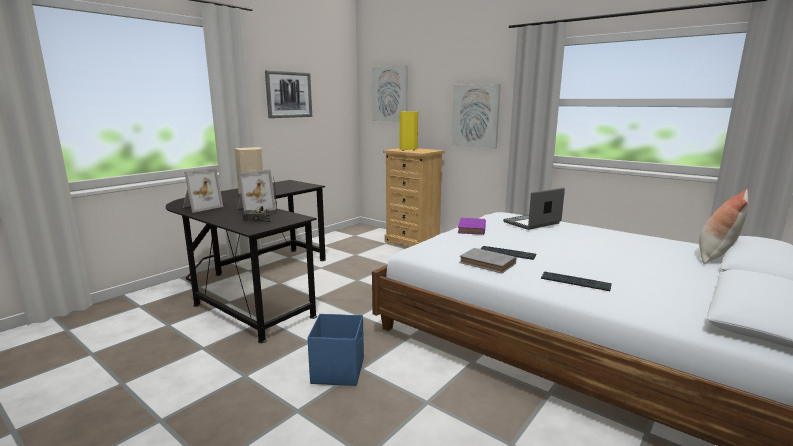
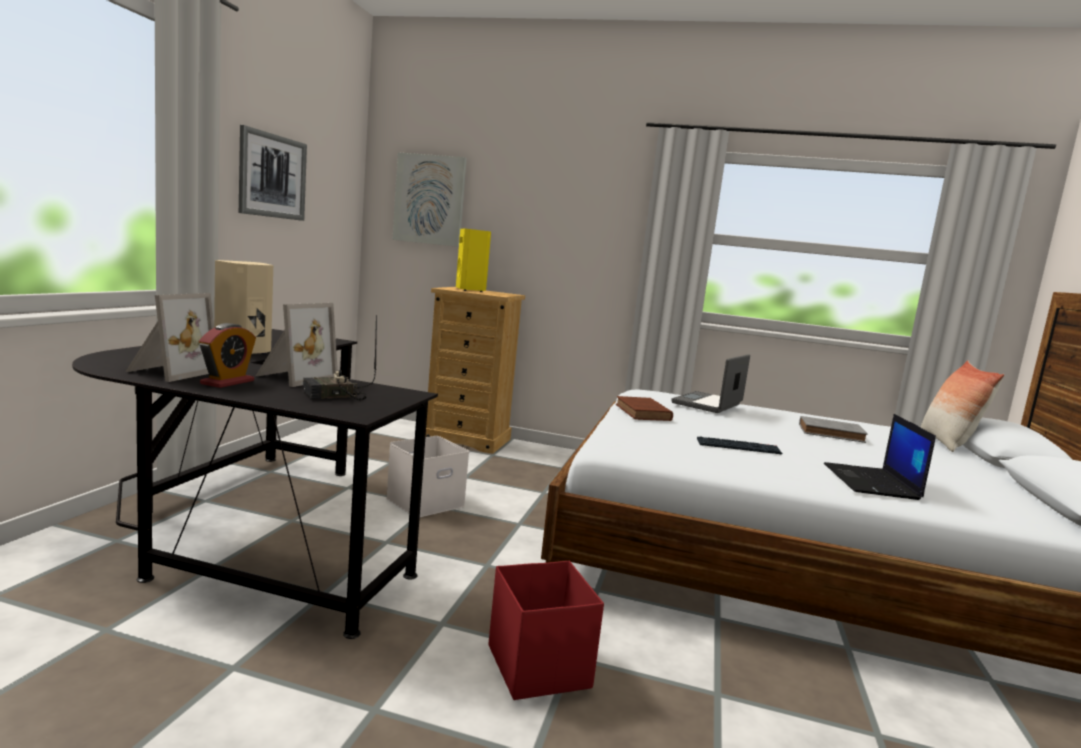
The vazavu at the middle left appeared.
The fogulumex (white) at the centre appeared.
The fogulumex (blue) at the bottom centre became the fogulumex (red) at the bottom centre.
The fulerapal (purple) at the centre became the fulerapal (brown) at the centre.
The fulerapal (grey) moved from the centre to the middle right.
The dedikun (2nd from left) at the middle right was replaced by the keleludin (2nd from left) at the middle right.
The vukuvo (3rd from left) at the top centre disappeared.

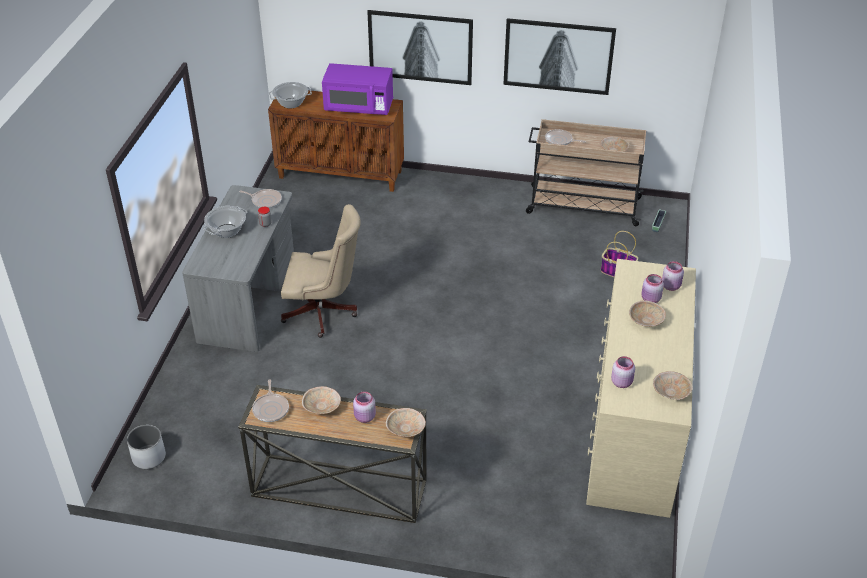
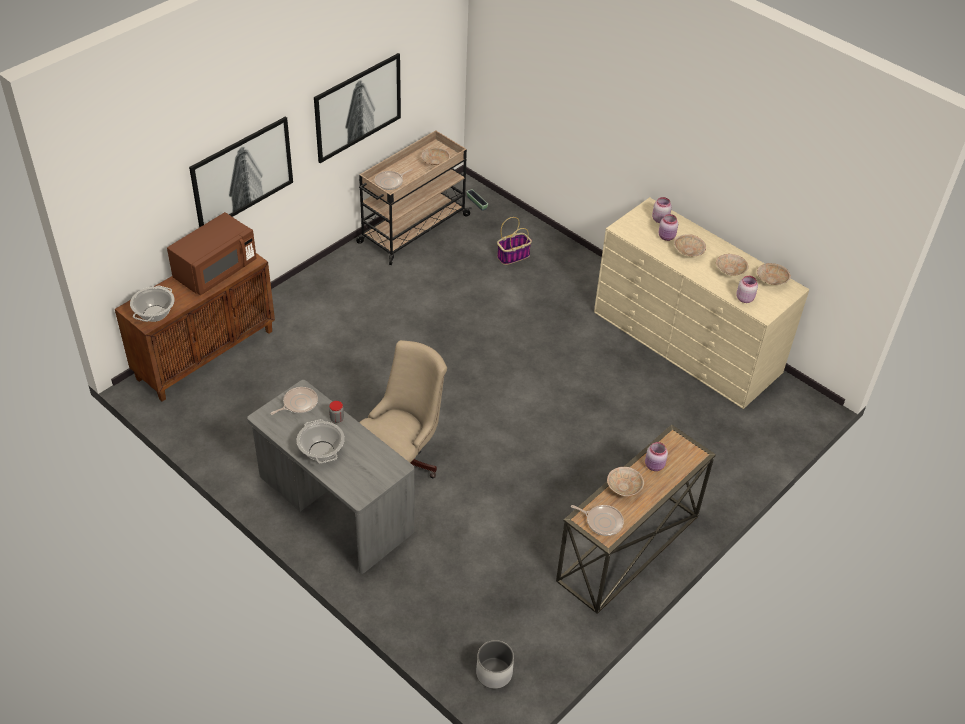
The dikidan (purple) at the top centre became the dikidan (brown) at the middle left.
The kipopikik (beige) (2nd from left in the first image) moved from the bottom centre to the middle right.

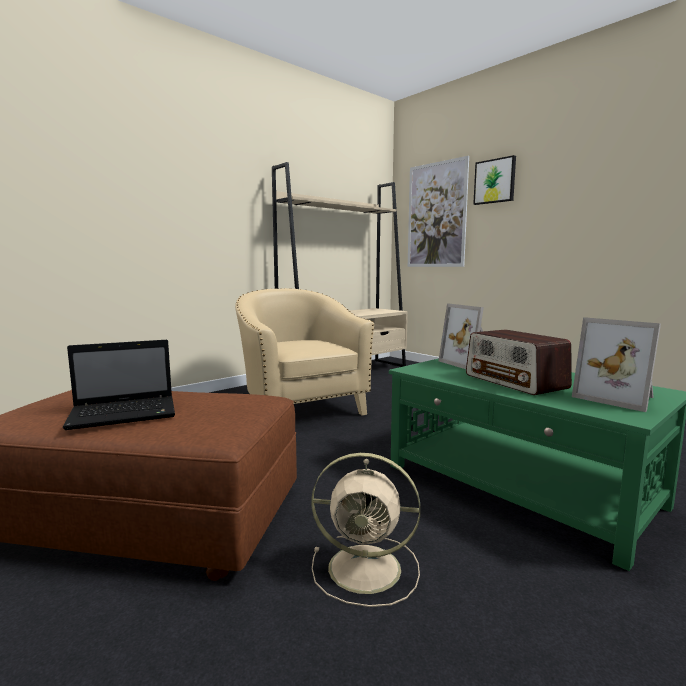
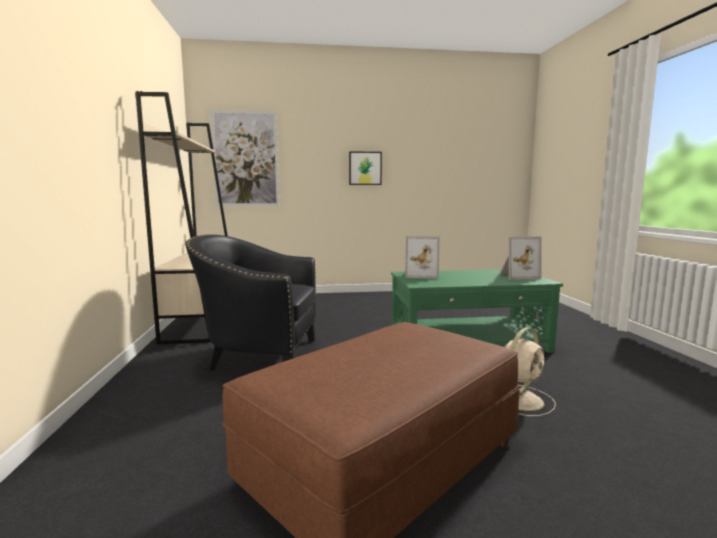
The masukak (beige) at the centre became the masukak (black) at the centre.
The vukuvo (2nd from left) moved from the top right to the top centre.
The keleludin at the middle left disappeared.
The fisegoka at the middle right disappeared.

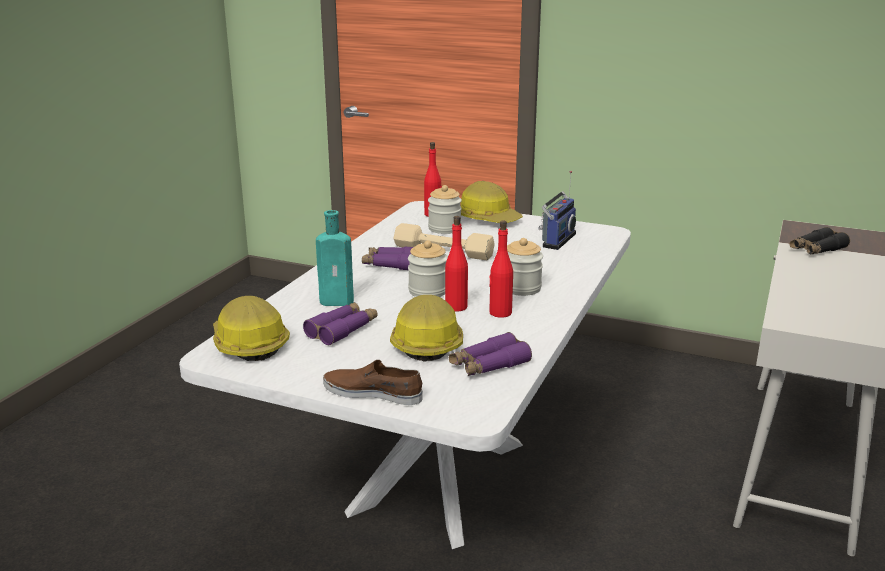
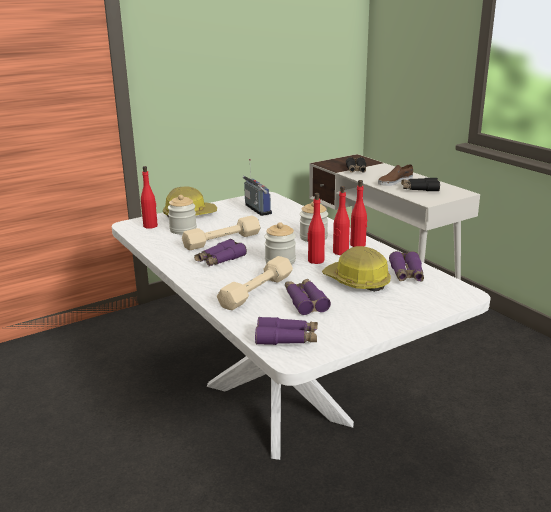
The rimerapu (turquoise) at the centre was replaced by the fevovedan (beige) (2nd from left) at the centre.
The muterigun (1st from left) at the middle left was replaced by the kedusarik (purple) (2nd from left) at the centre.
The rimerapu (red) (4th from left) at the centre appeared.
The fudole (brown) moved from the bottom centre to the middle right.
The kedusarik (black) (2nd from left) at the middle right appeared.

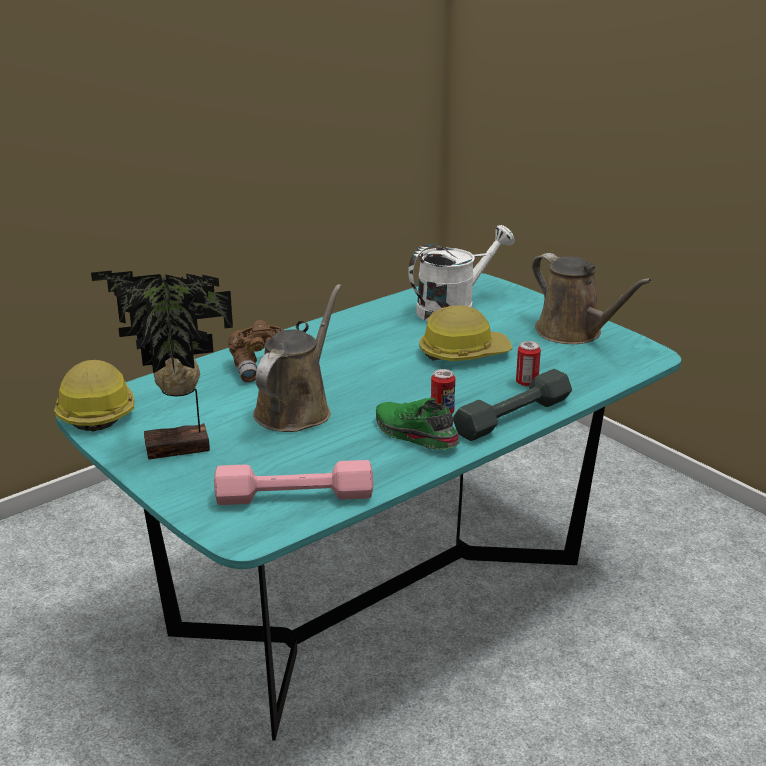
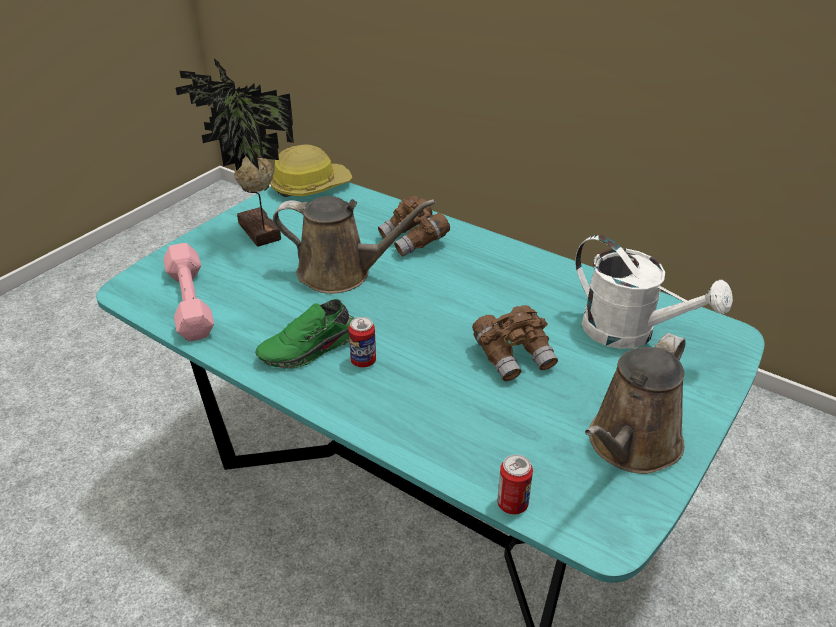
The fudole (green) at the centre turned 150 degrees counterclockwise.
The muterigun (2nd from left) at the centre was replaced by the kedusarik (brown) (2nd from left) at the centre.
The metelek (2nd from left) moved from the middle right to the bottom centre.
The fevovedan (grey) at the middle right disappeared.

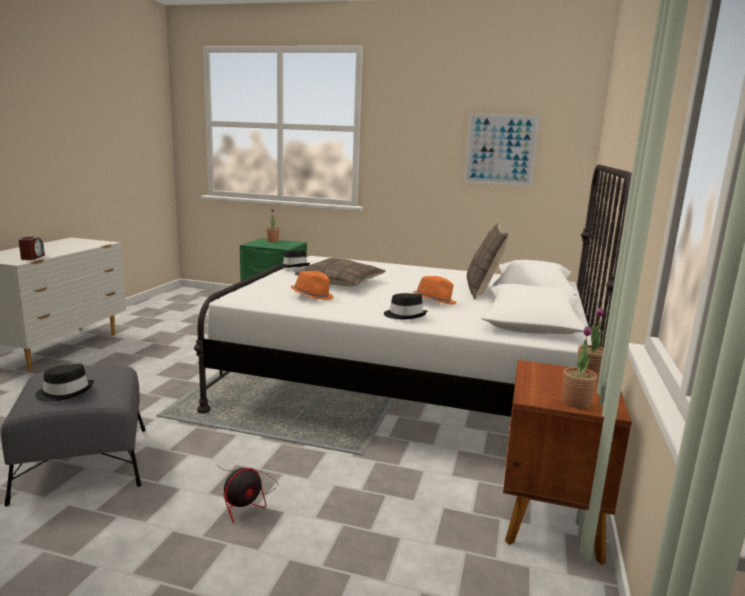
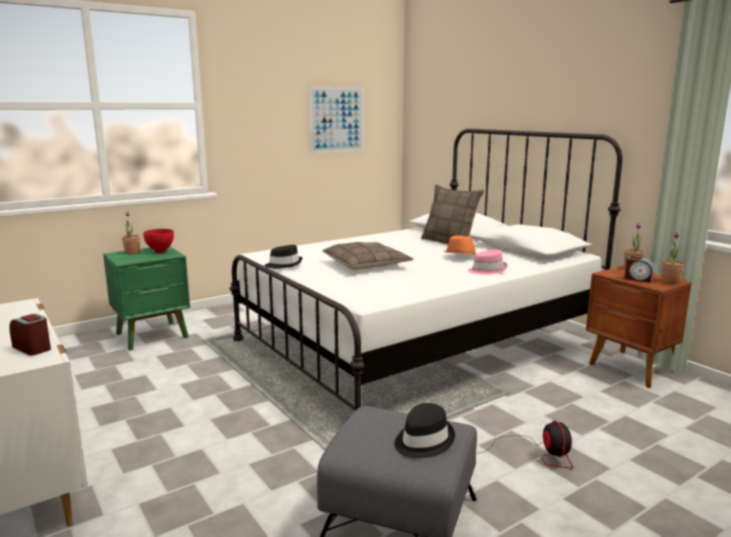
The kipopikik (red) at the middle left appeared.
The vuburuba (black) (3rd from left) at the centre became the vuburuba (pink) at the centre.
The vazavu (2nd from left) at the middle right appeared.
The vuburuba (orange) (1st from left) at the centre disappeared.

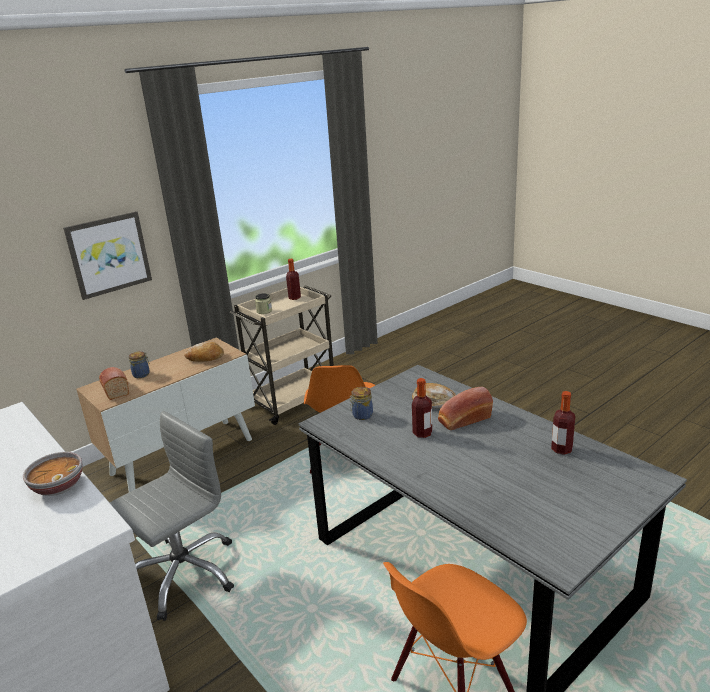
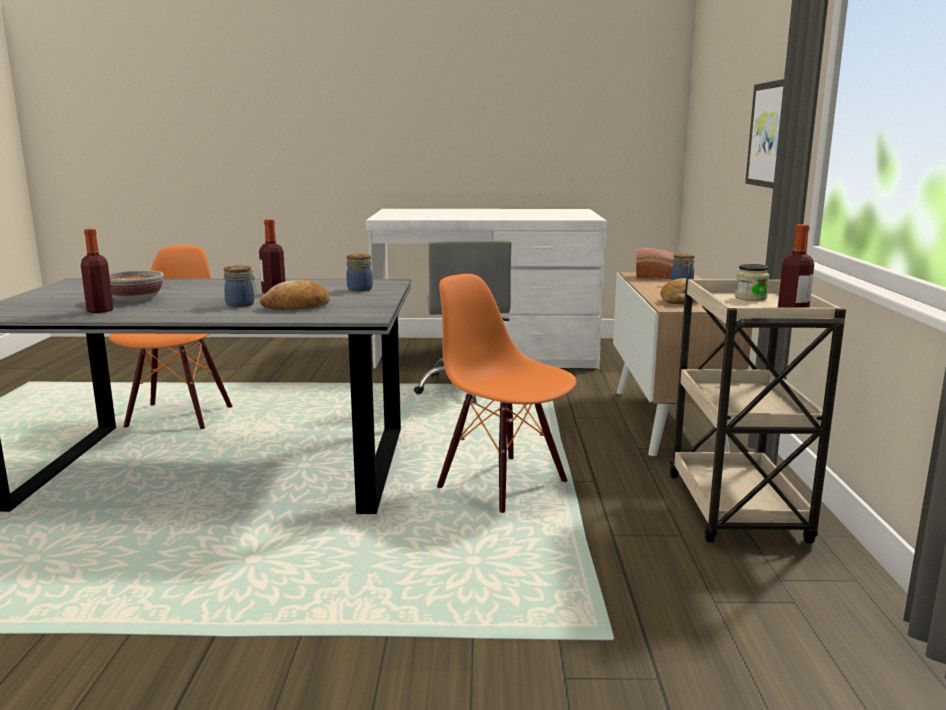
The kipopikik moved from the bottom left to the middle left.
The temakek (4th from left) at the centre was replaced by the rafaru (1st from left) at the middle left.

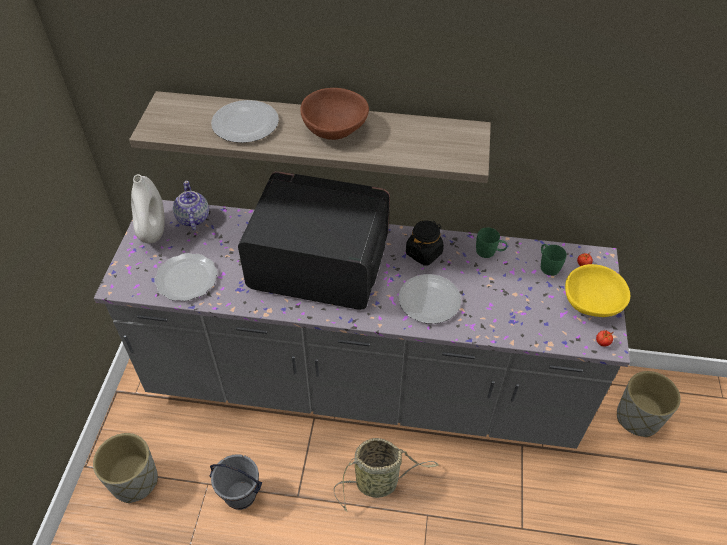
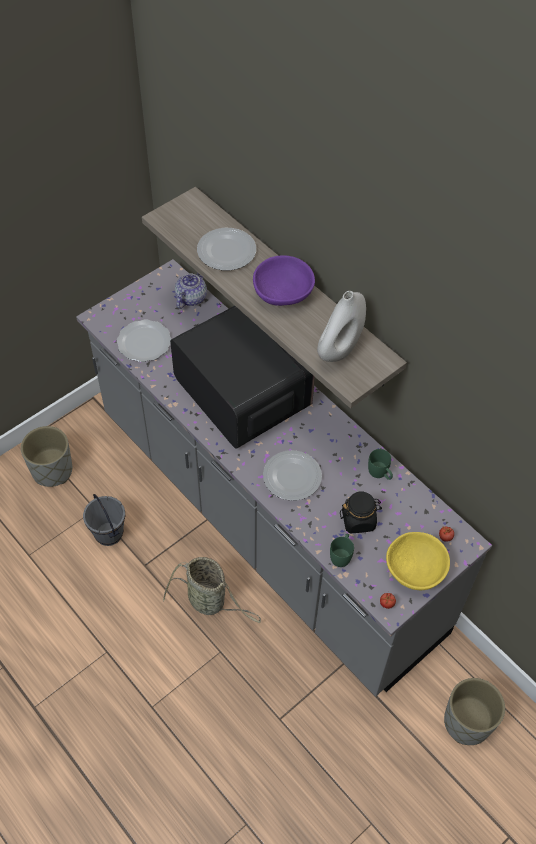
The kipopikik (brown) at the top centre became the kipopikik (purple) at the top centre.
The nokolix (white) moved from the middle left to the centre.
The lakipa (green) (2nd from left in the first image) moved from the middle right to the centre.
The rafaru (black) moved from the centre to the middle right.

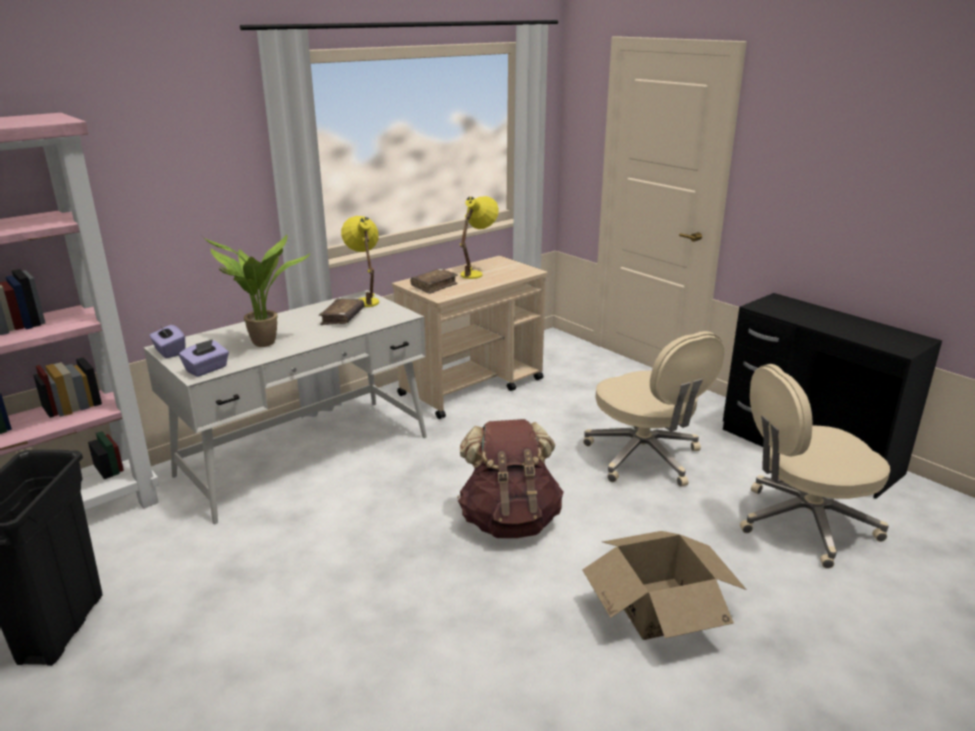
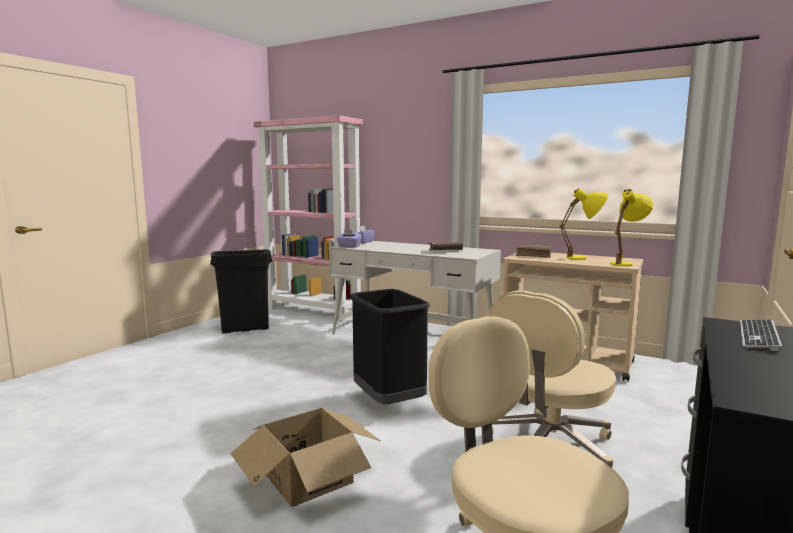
The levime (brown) at the centre was replaced by the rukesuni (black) (2nd from left) at the centre.
The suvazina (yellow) (1st from left in the first image) moved from the centre to the middle right.
The dedikun at the middle right appeared.
The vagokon at the middle left disappeared.

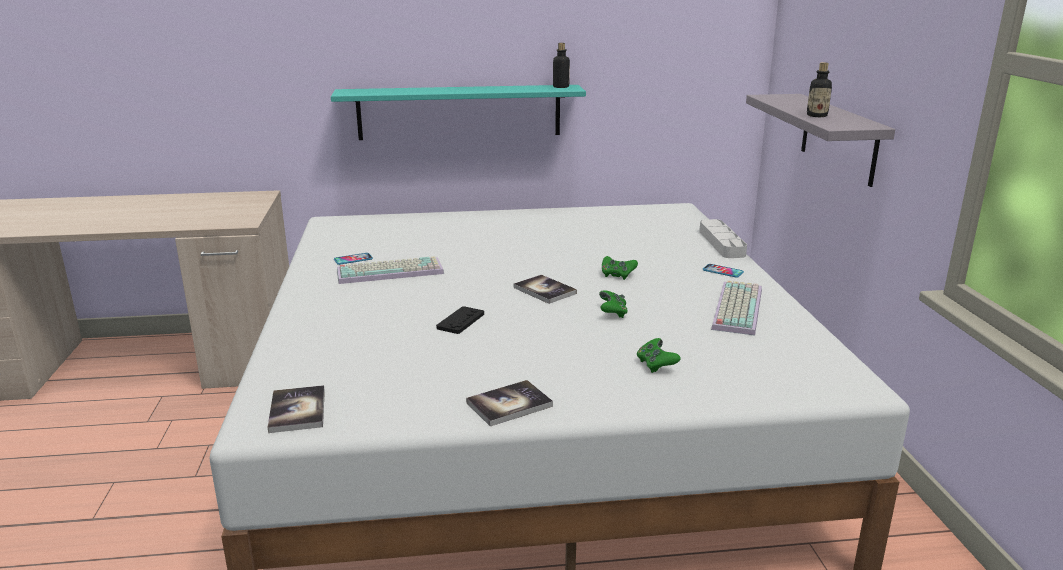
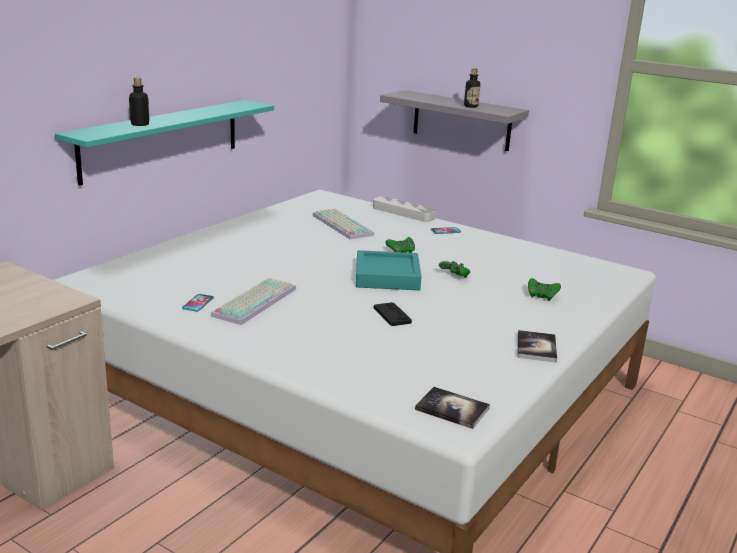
The rimerapu (1st from left) moved from the top centre to the top left.
The dedikun (2nd from left) moved from the middle right to the centre.
The fulerapal (3rd from left) at the centre was replaced by the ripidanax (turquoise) at the centre.

